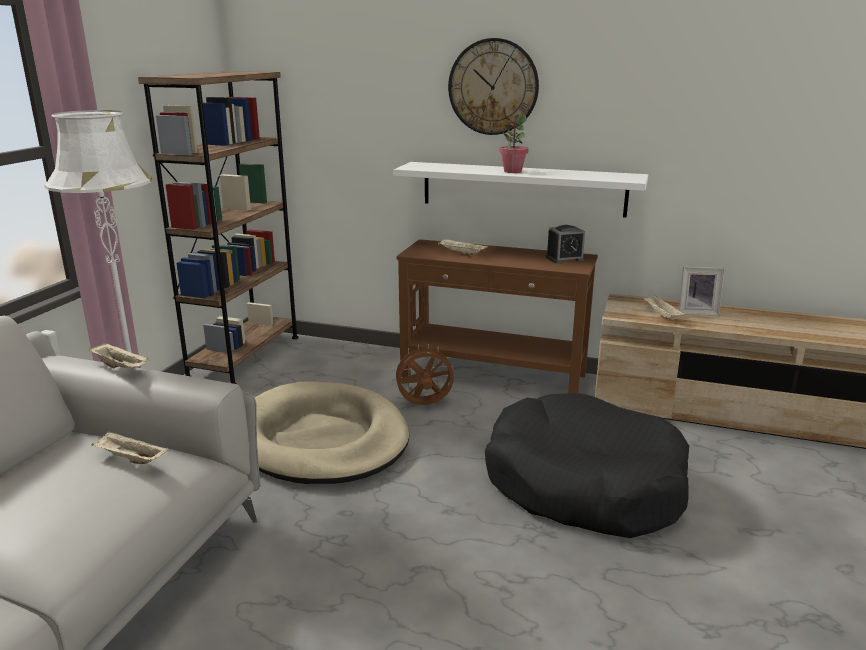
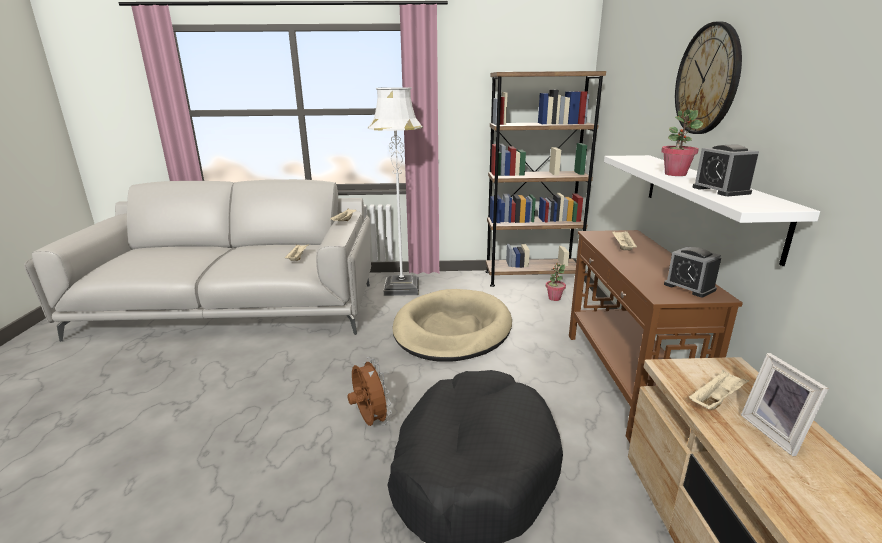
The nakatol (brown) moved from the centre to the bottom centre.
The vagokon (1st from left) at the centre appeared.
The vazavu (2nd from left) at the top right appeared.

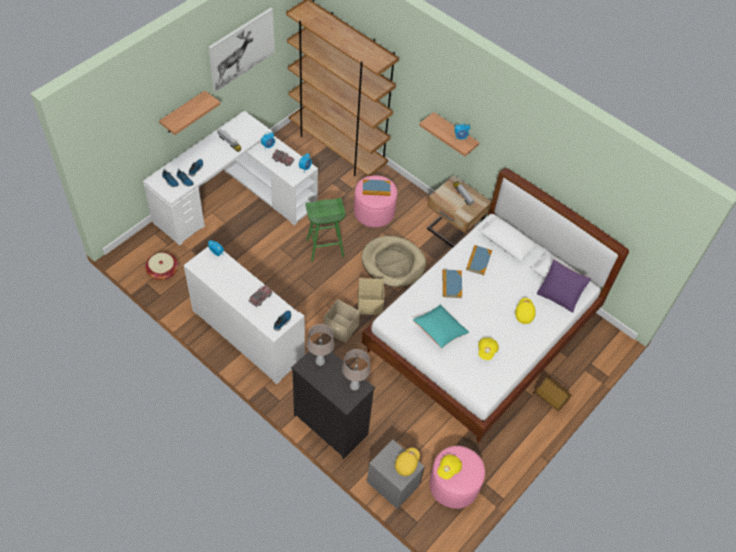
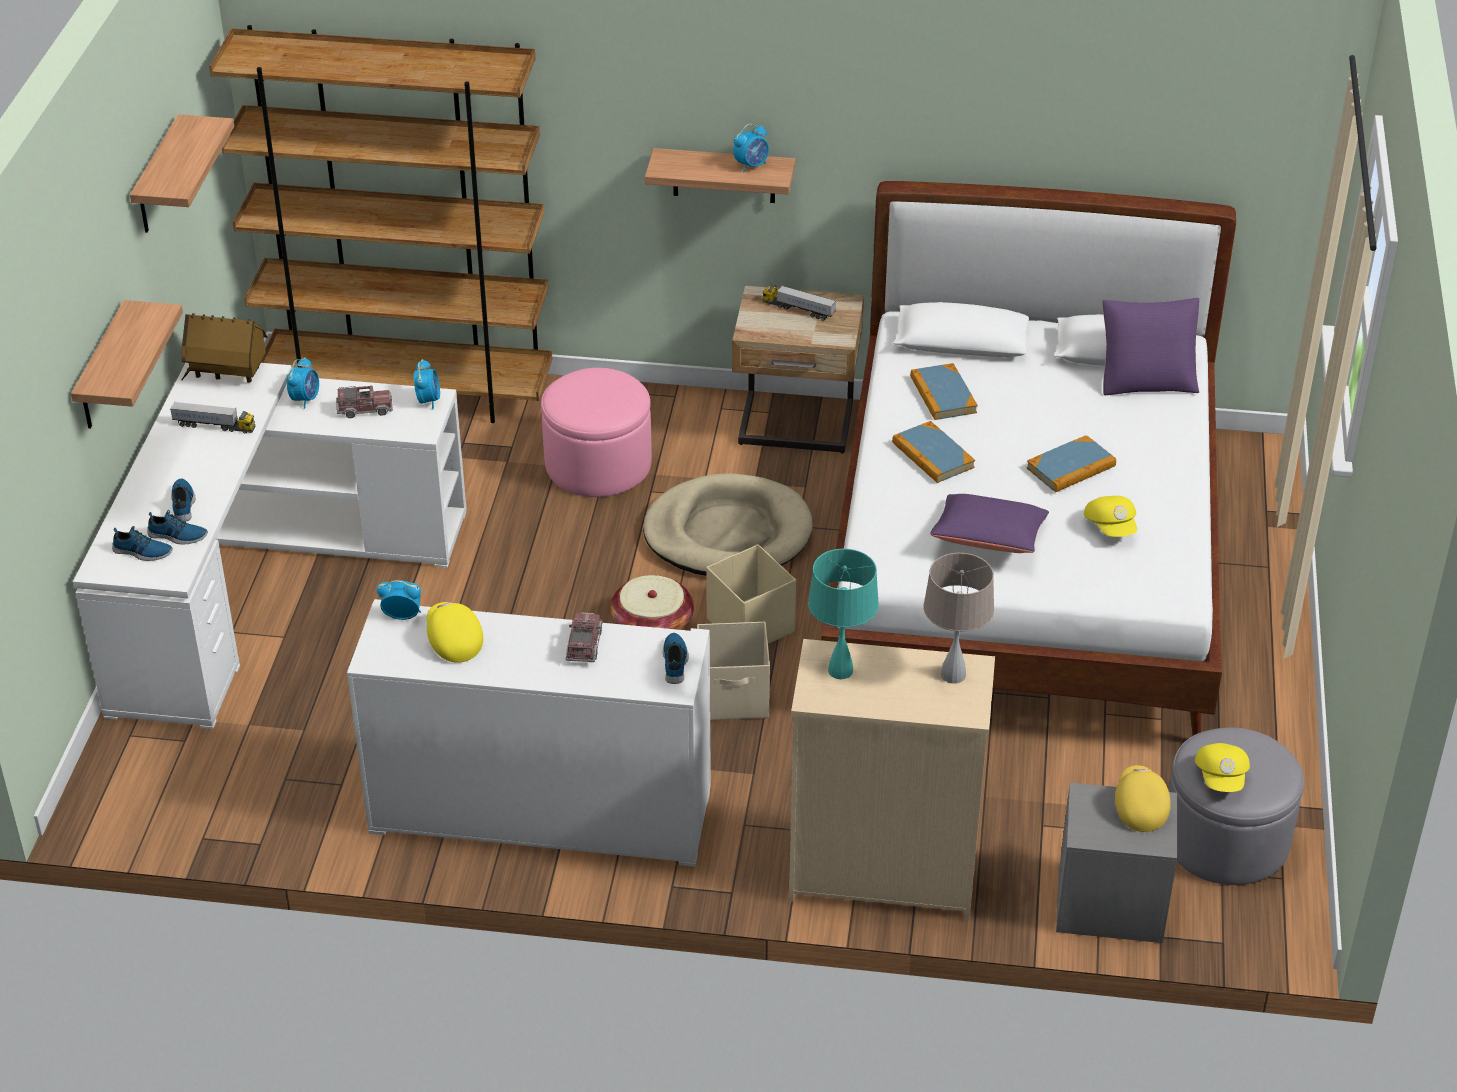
The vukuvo at the top left was replaced by the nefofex (2nd from left) at the top left.
The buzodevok moved from the bottom right to the top left.
The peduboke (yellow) (4th from left in the first image) moved from the middle right to the middle left.
The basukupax moved from the middle left to the centre.
The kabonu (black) at the bottom centre became the kabonu (beige) at the bottom centre.
The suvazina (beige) (1st from left) at the centre became the suvazina (turquoise) at the centre.
The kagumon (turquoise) at the centre became the kagumon (purple) (1st from left) at the middle right.
The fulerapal (1st from left in the first image) moved from the centre to the middle right.
The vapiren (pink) (2nd from left) at the bottom centre became the vapiren (grey) at the bottom right.
The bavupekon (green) at the centre disappeared.

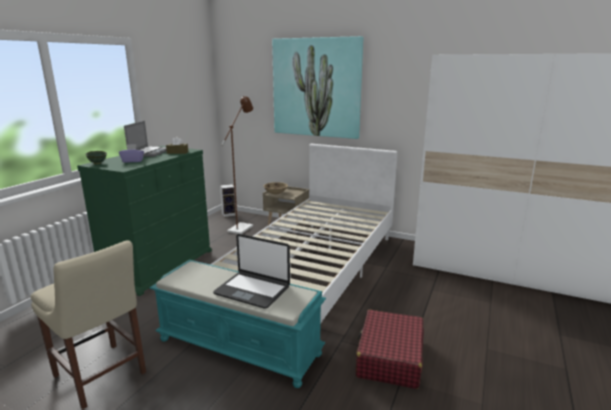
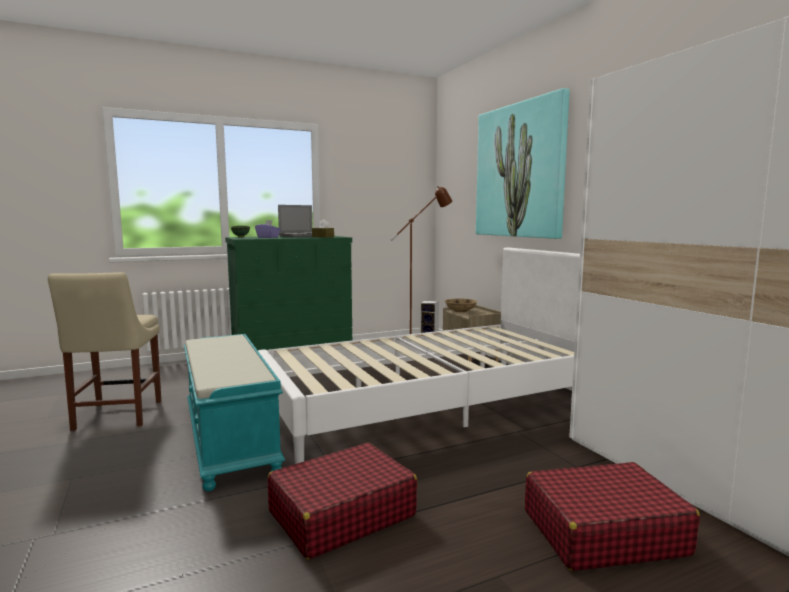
The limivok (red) (2nd from left) at the bottom right appeared.
The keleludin (2nd from left) at the centre disappeared.

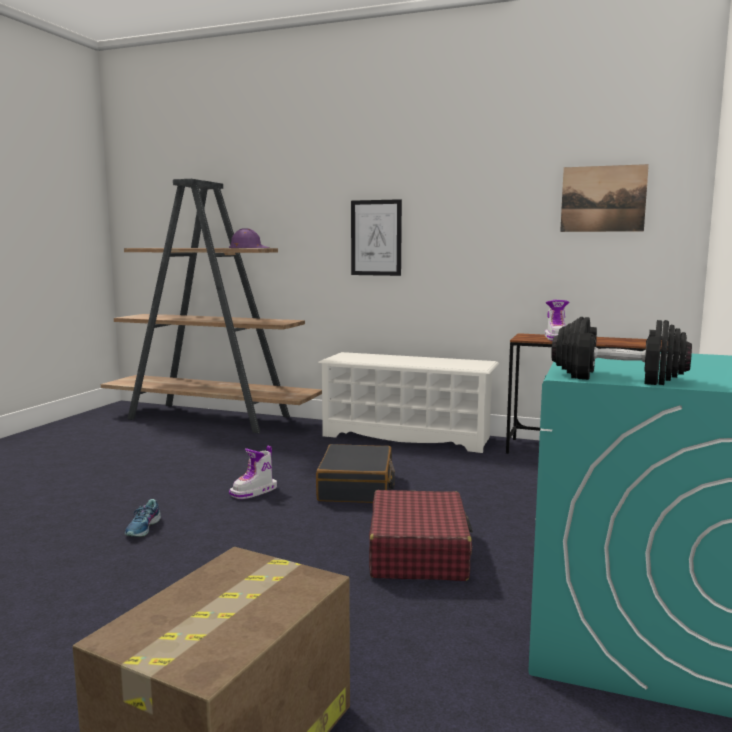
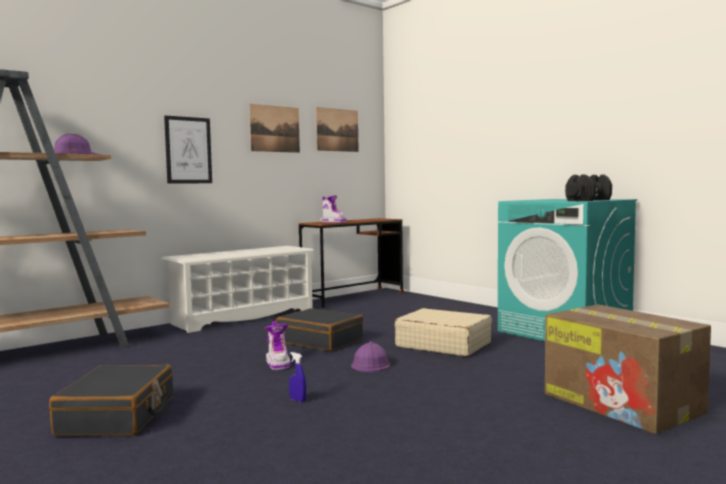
The limivok (black) (1st from left) at the bottom left appeared.
The vukuvo (2nd from left) at the top centre appeared.
The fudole at the bottom left was replaced by the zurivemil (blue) at the bottom centre.
The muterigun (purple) (2nd from left) at the bottom centre appeared.
The limivok (red) at the bottom centre became the limivok (beige) at the bottom centre.

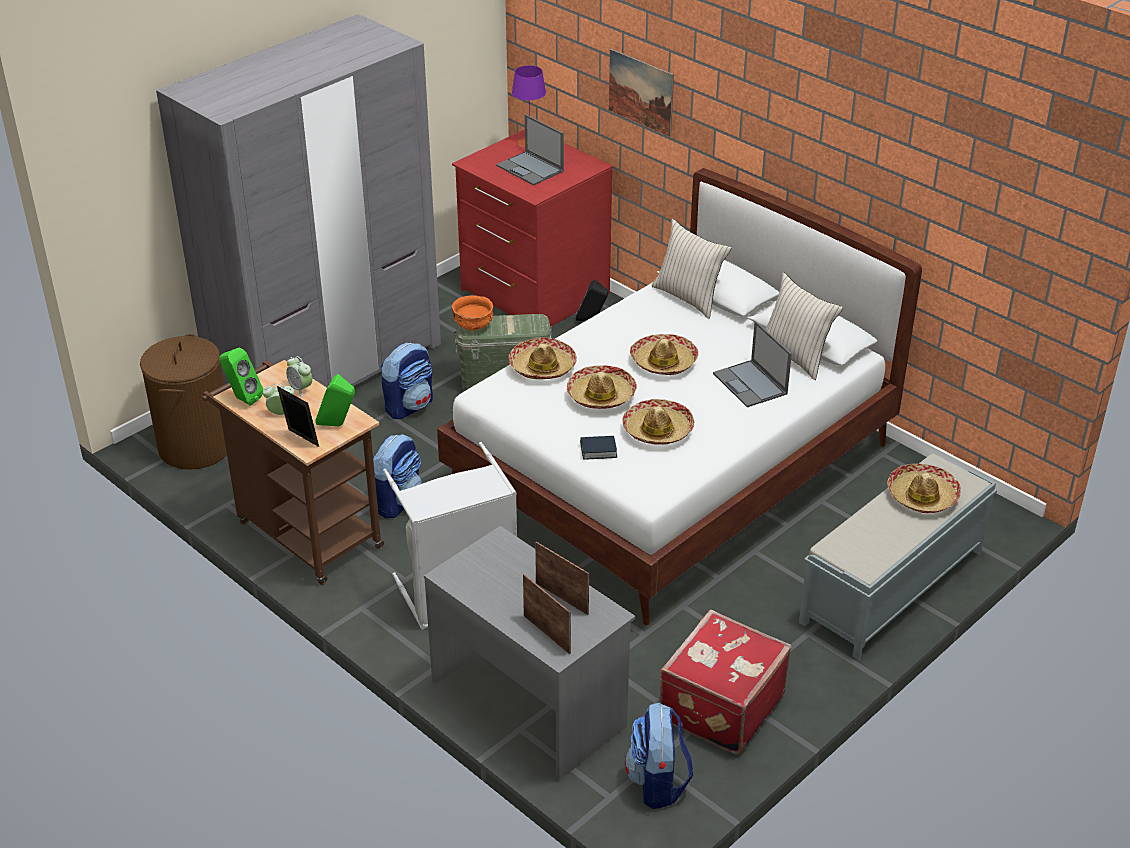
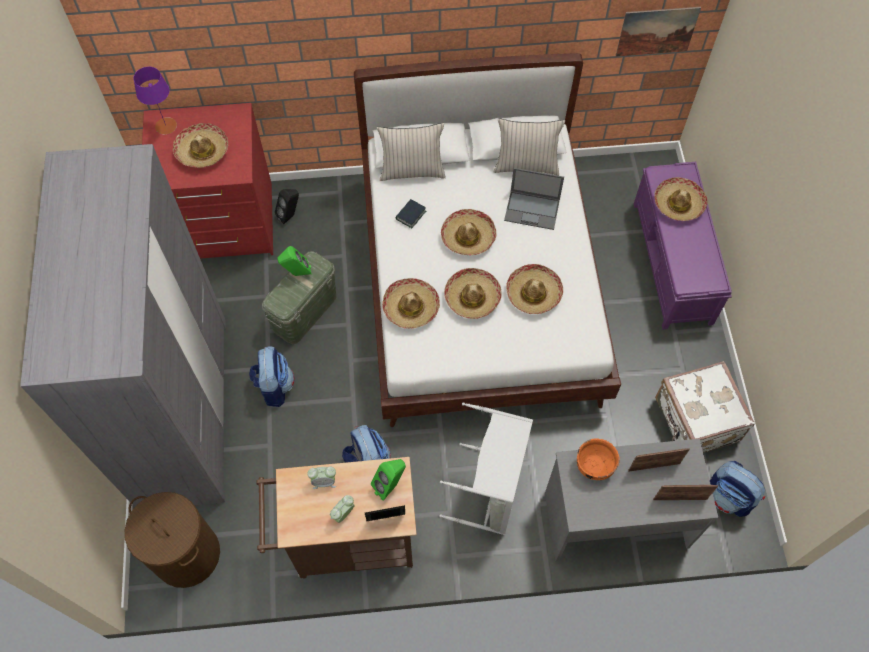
The keleludin (1st from left) at the top centre was replaced by the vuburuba (1st from left) at the top left.
The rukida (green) (1st from left) moved from the middle left to the centre.
The fulerapal moved from the centre to the top centre.
The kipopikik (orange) moved from the centre to the bottom right.
The vukuvo moved from the top centre to the top right.
The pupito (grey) at the middle right became the pupito (purple) at the middle right.
The limivok (red) at the bottom centre became the limivok (white) at the middle right.

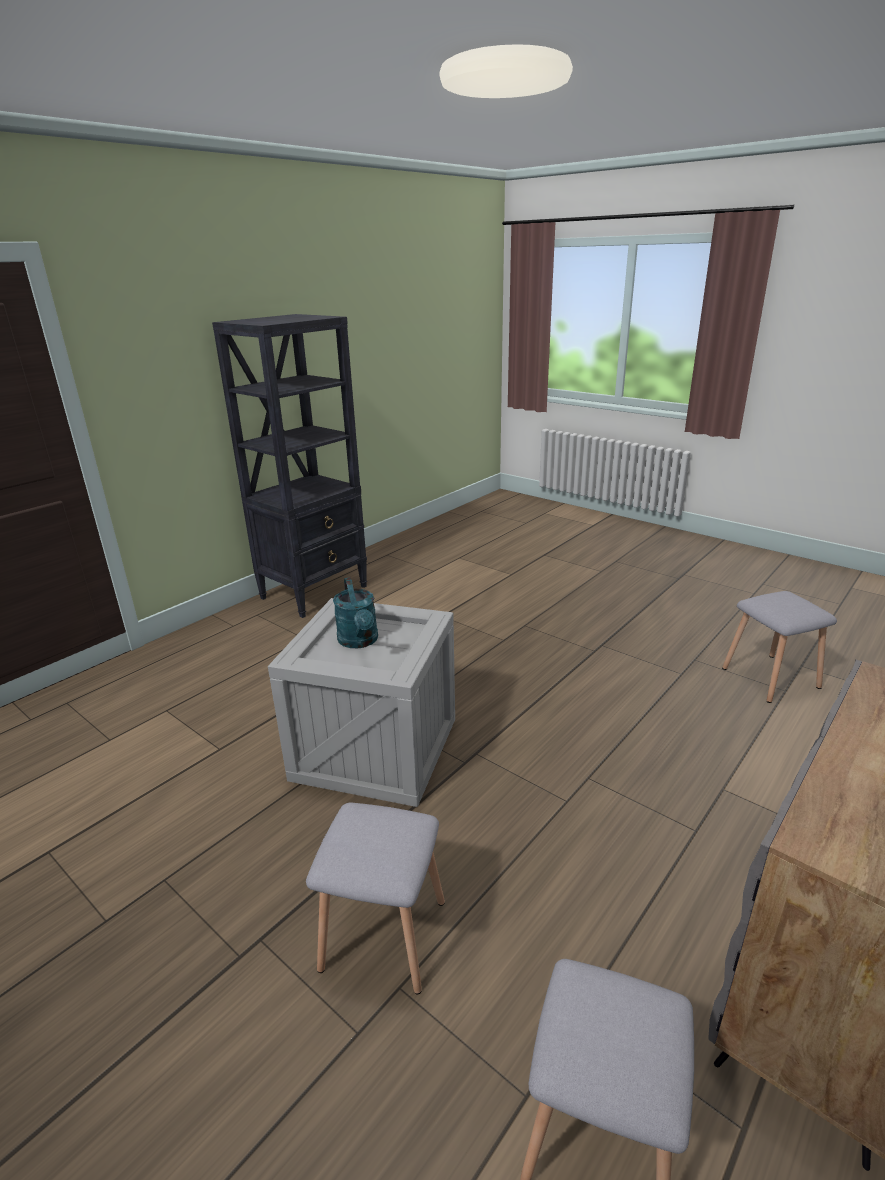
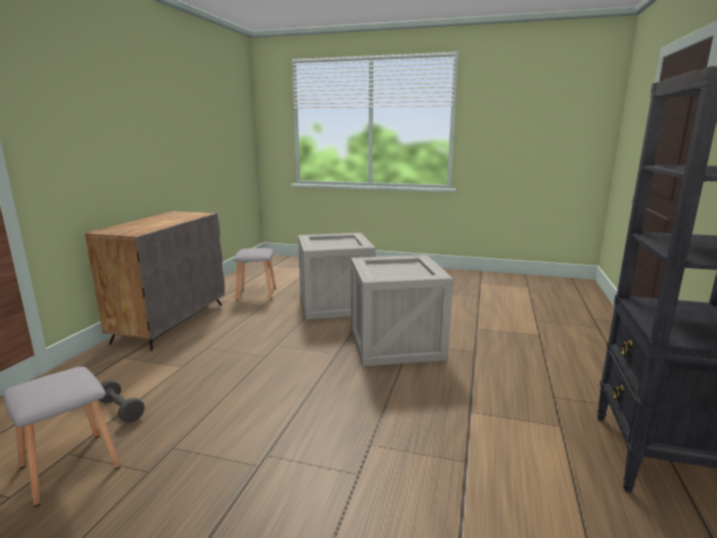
The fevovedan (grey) at the bottom left appeared.
The bavupekon (grey) (1st from left) at the bottom centre was replaced by the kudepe (1st from left) at the centre.
The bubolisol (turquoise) at the centre disappeared.

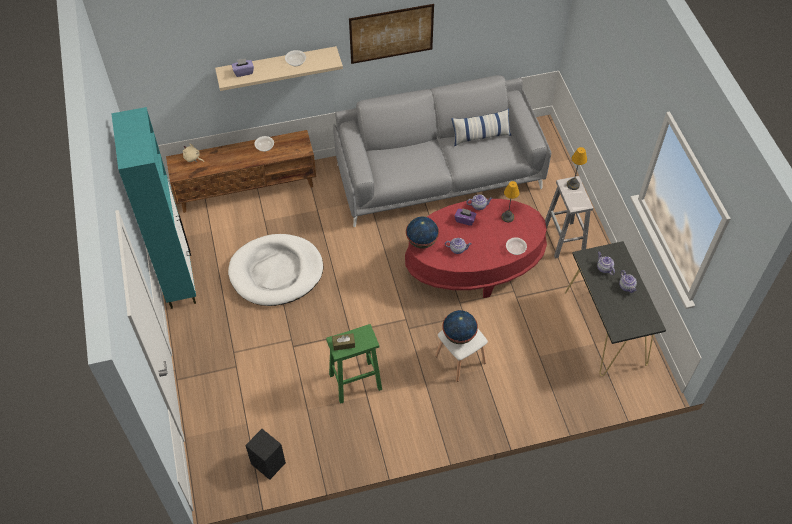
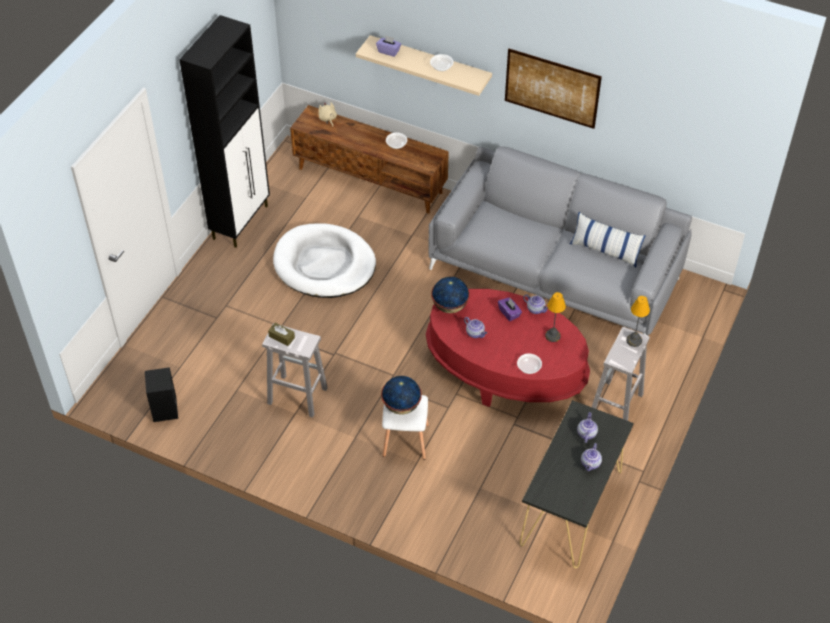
The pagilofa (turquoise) at the middle left became the pagilofa (black) at the top left.
The bavupekon (green) at the bottom centre became the bavupekon (white) (1st from left) at the centre.

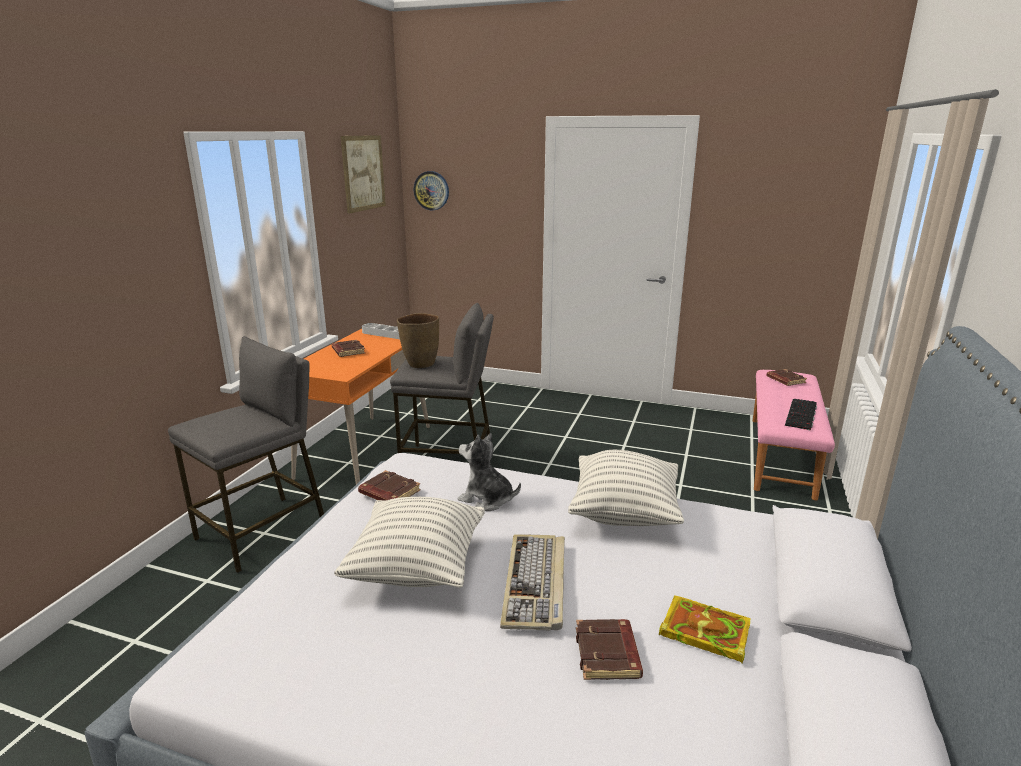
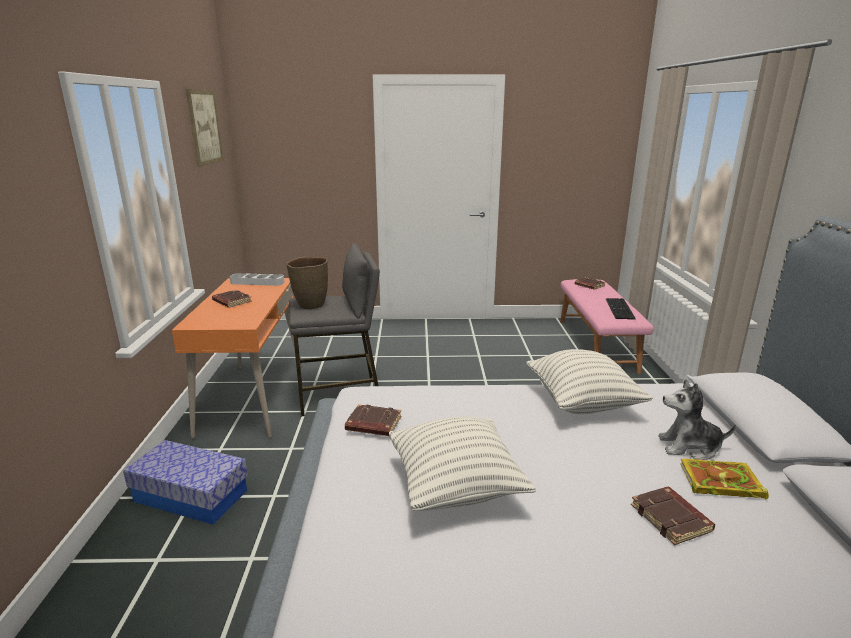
The bavupekon (grey) (1st from left) at the middle left was replaced by the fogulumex at the bottom left.
The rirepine moved from the centre to the middle right.
The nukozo at the top centre disappeared.
The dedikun (1st from left) at the bottom centre disappeared.

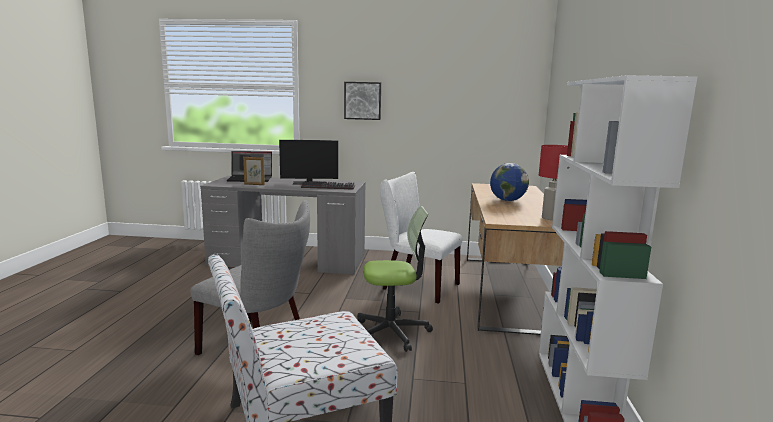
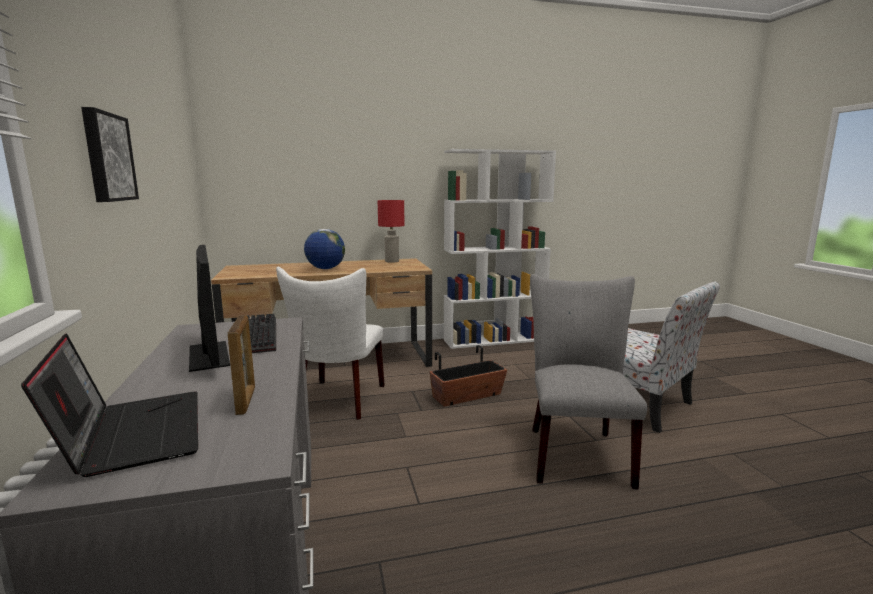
The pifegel at the centre was replaced by the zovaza at the centre.

